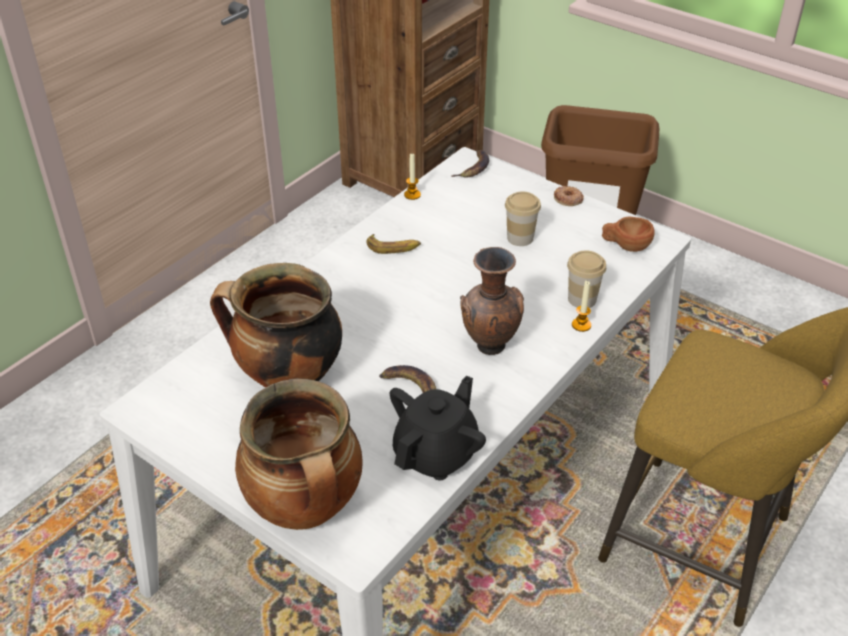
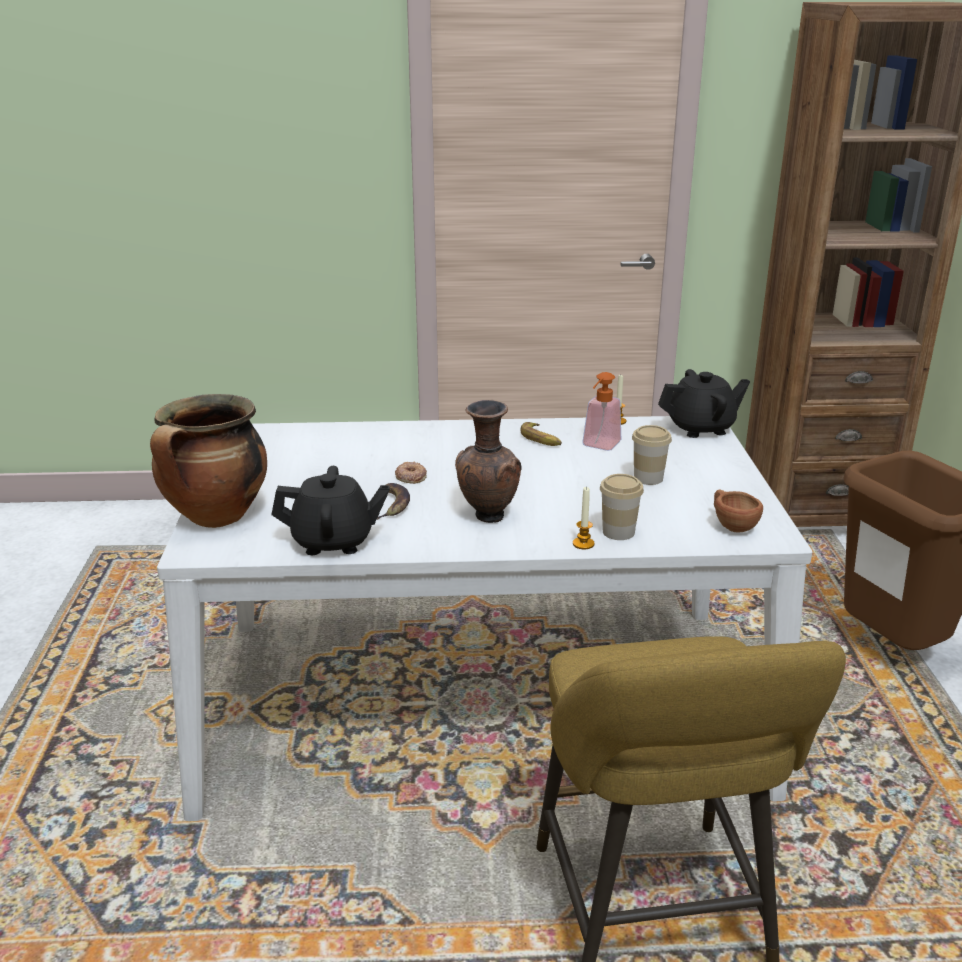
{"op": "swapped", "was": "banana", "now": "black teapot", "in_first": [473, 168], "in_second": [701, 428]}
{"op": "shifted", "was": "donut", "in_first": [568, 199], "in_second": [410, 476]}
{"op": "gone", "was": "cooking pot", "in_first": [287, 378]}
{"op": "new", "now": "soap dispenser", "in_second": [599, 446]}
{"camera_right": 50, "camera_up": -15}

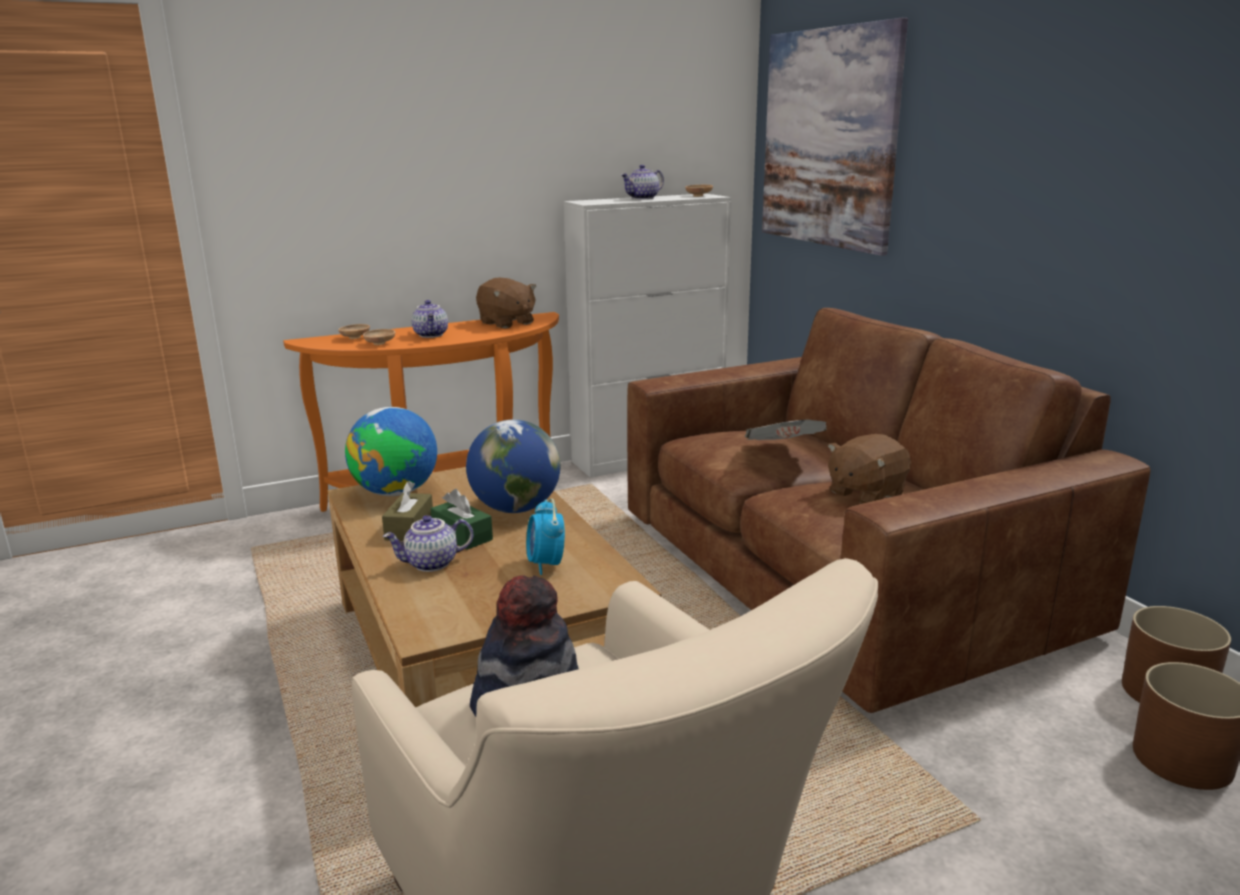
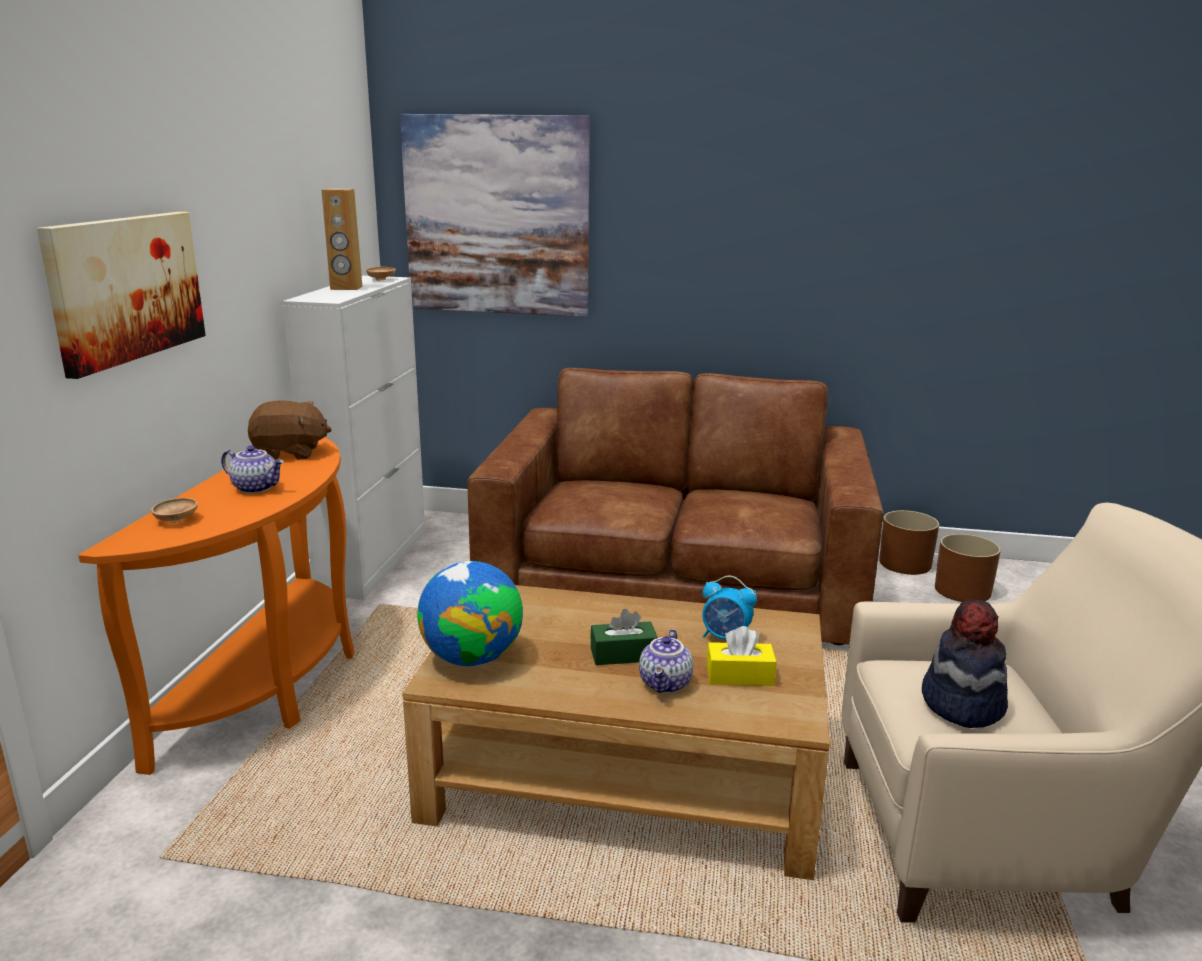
{"op": "swapped", "was": "teapot", "now": "brown speaker", "in_first": [643, 198], "in_second": [346, 288]}
{"op": "gone", "was": "brown bowl", "in_first": [380, 344]}
{"op": "gone", "was": "globe", "in_first": [515, 509]}
{"op": "gone", "was": "newspaper", "in_first": [783, 453]}
{"op": "gone", "was": "brown plush toy", "in_first": [865, 494]}
{"op": "gone", "was": "brown tissue box", "in_first": [409, 528]}
{"op": "new", "now": "picture", "in_second": [126, 288]}
{"op": "new", "now": "yellow tissue box", "in_second": [739, 676]}
{"camera_right": -55, "camera_up": 0}

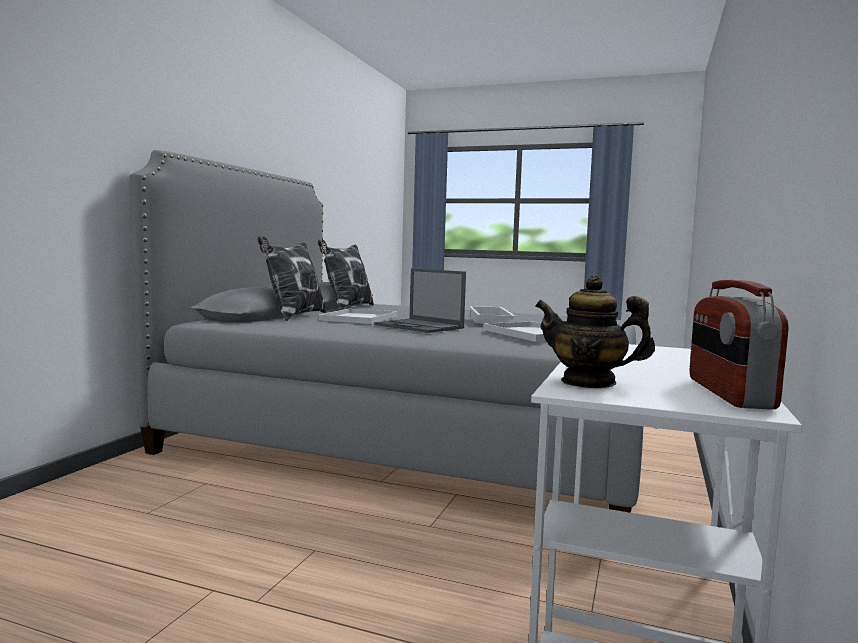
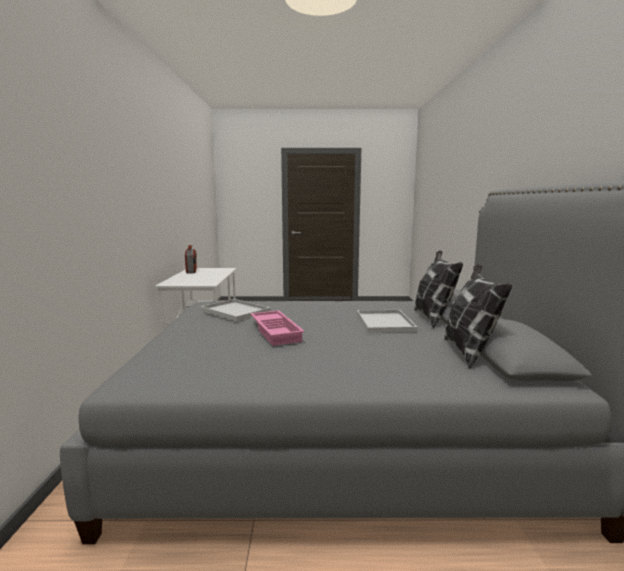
{"op": "gone", "was": "laptop", "in_first": [420, 326]}
{"op": "gone", "was": "teapot", "in_first": [588, 382]}
{"op": "repainted", "was": "white tray", "now": "pink tray", "in_first": [488, 322], "in_second": [277, 332]}
{"camera_right": 160, "camera_up": 5}

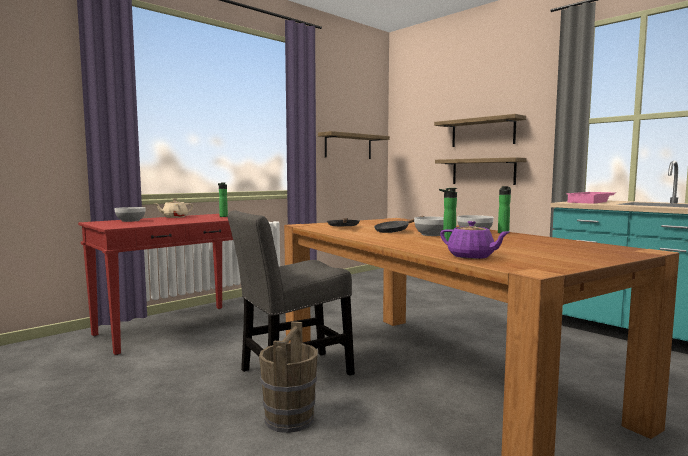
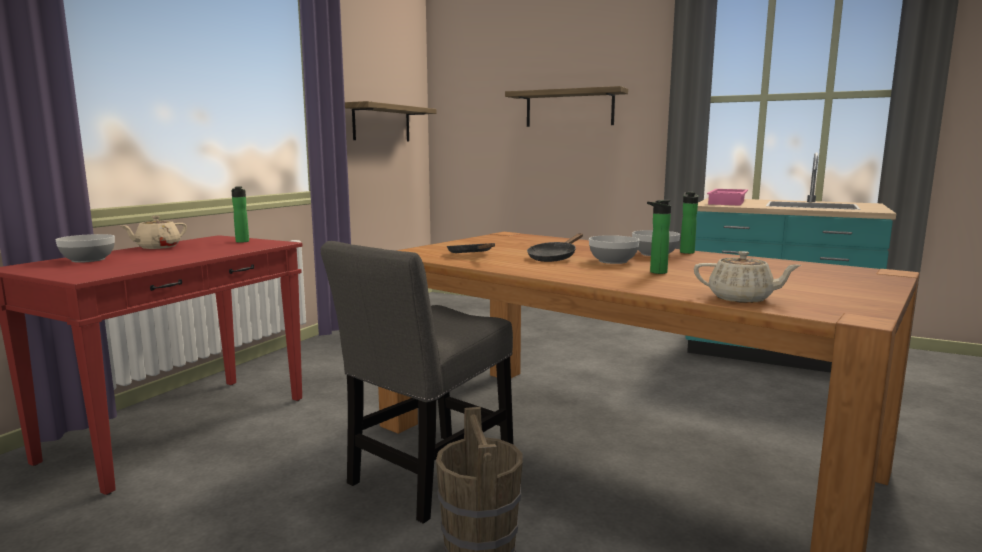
{"op": "gone", "was": "shelf", "in_first": [483, 171]}
{"op": "repainted", "was": "purple teapot", "now": "beige teapot", "in_first": [471, 257], "in_second": [741, 298]}
{"camera_right": -20, "camera_up": 5}

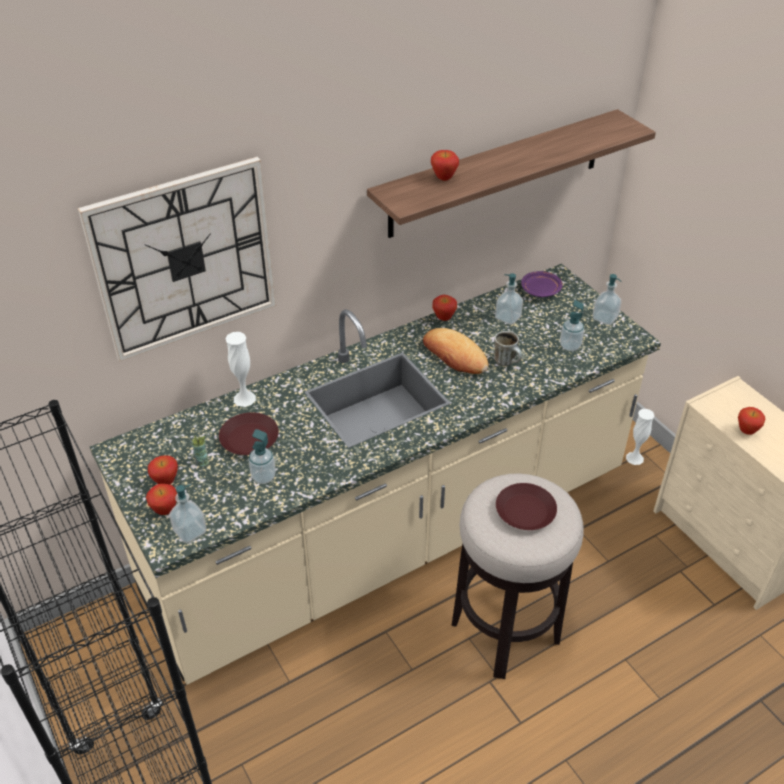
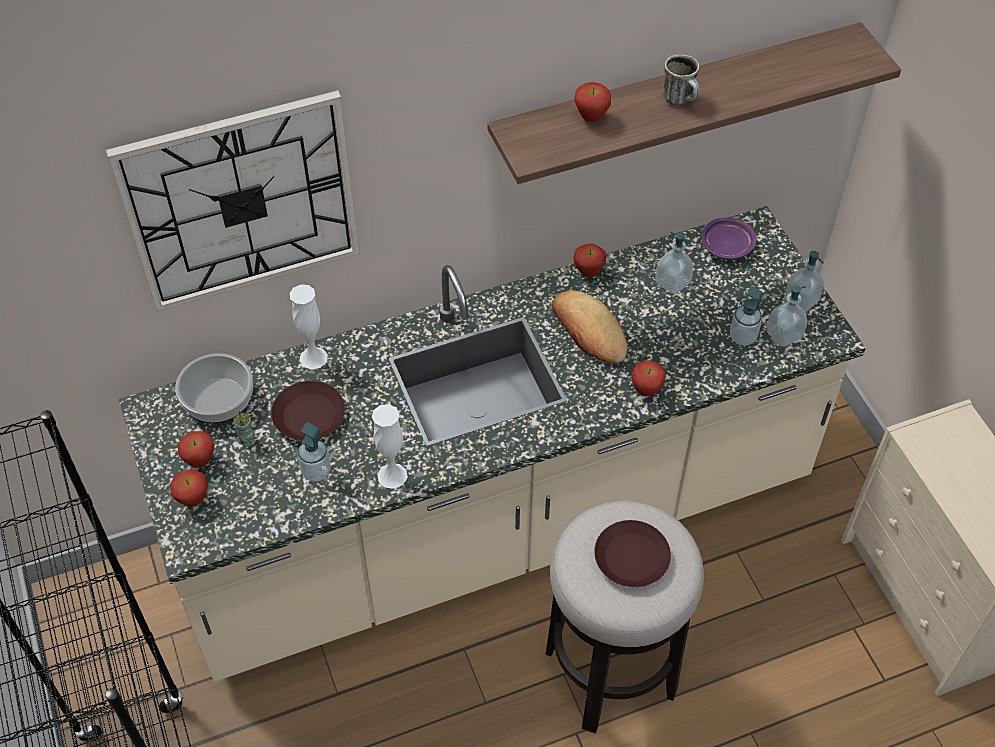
{"op": "shifted", "was": "mug", "in_first": [507, 362], "in_second": [681, 100]}
{"op": "shifted", "was": "apple", "in_first": [746, 431], "in_second": [646, 391]}
{"op": "shifted", "was": "white vase", "in_first": [634, 458], "in_second": [392, 475]}
{"op": "shifted", "was": "soap dispenser", "in_first": [190, 531], "in_second": [784, 334]}
{"op": "new", "now": "bowl", "in_second": [217, 399]}
{"camera_right": 10, "camera_up": 10}

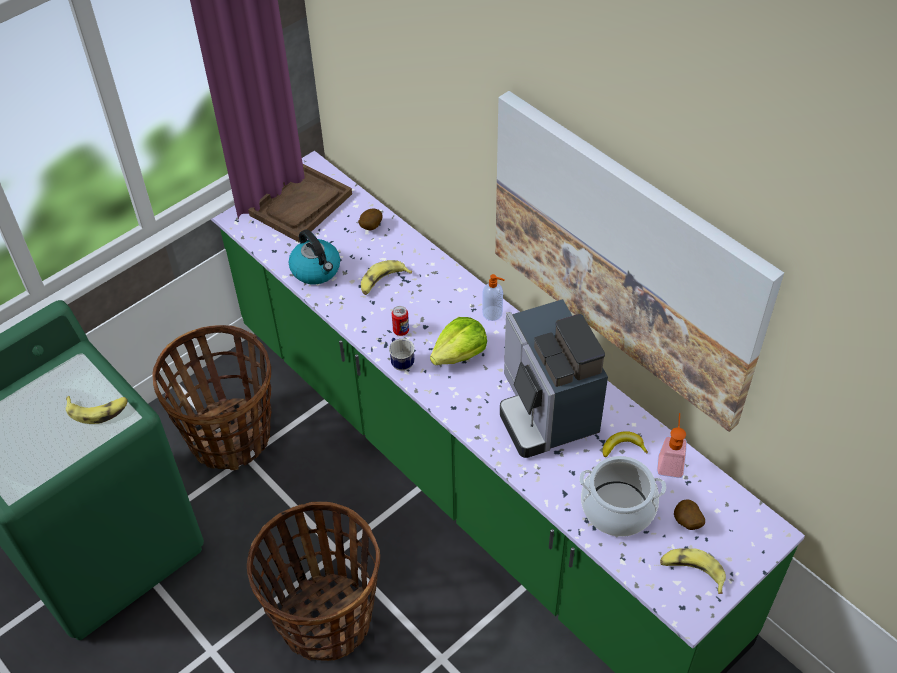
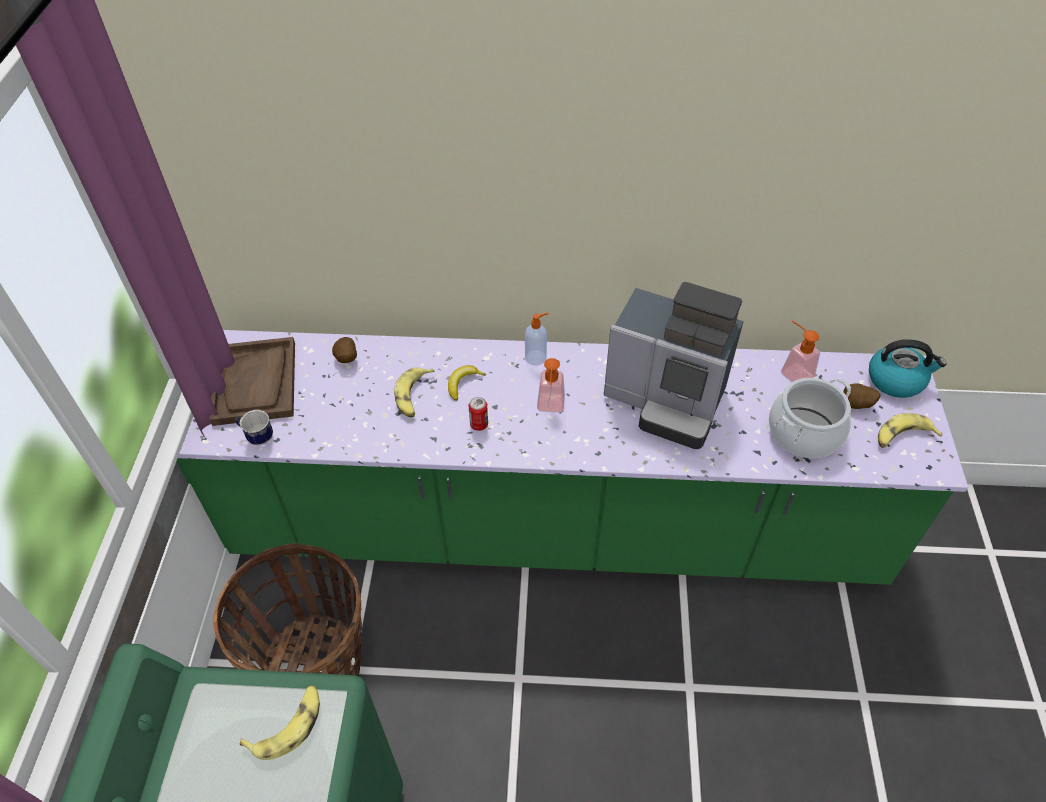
{"op": "gone", "was": "picture", "in_first": [624, 258]}
{"op": "shifted", "was": "kettle", "in_first": [316, 270], "in_second": [896, 380]}
{"op": "swapped", "was": "lettuce", "now": "soap dispenser", "in_first": [460, 354], "in_second": [550, 407]}
{"op": "shifted", "was": "mug", "in_first": [401, 362], "in_second": [257, 437]}
{"op": "shifted", "was": "banana", "in_first": [623, 447], "in_second": [463, 384]}
{"op": "gone", "was": "basket", "in_first": [325, 618]}
{"camera_right": -45, "camera_up": 0}

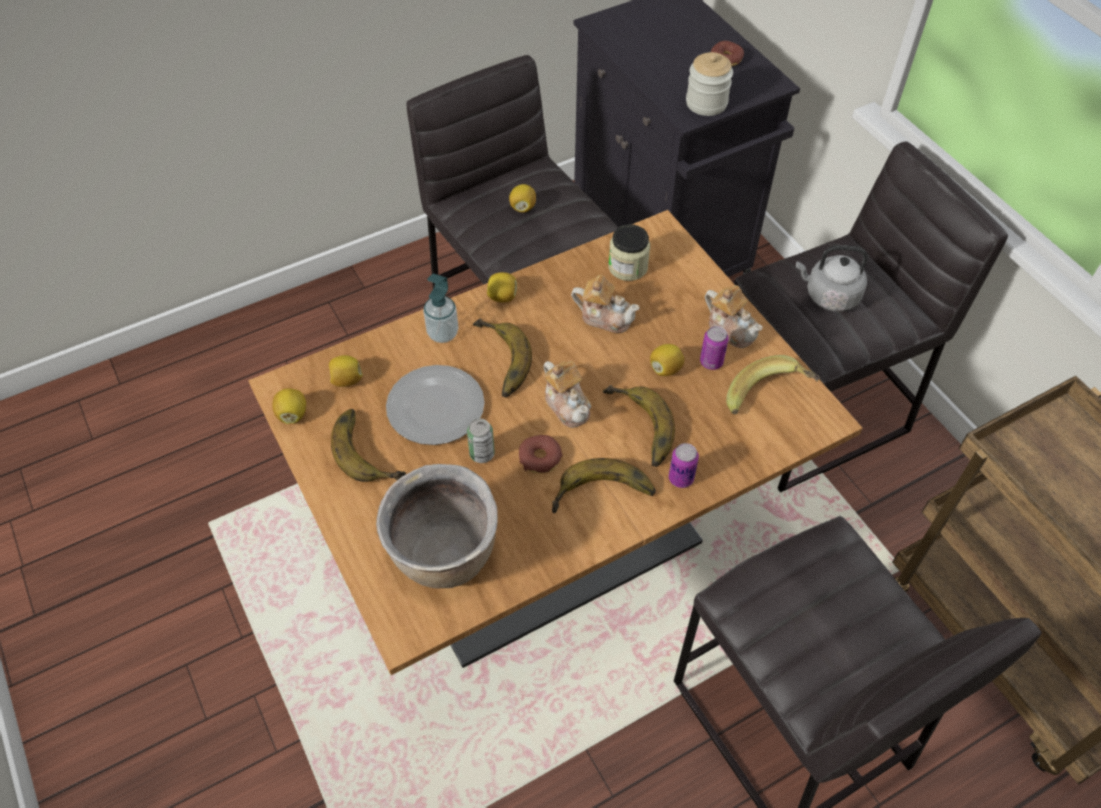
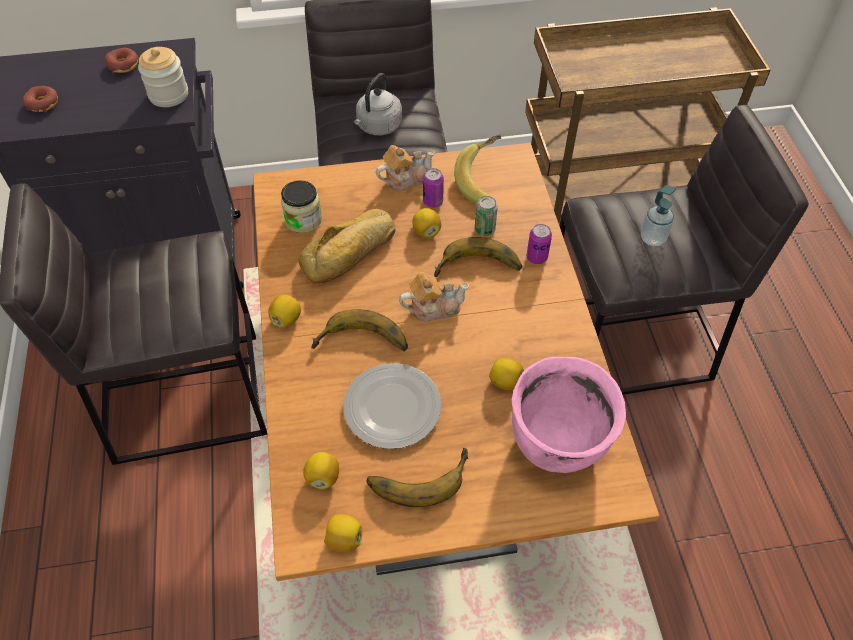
{"op": "shifted", "was": "lemon", "in_first": [522, 207], "in_second": [505, 381]}
{"op": "shifted", "was": "soap dispenser", "in_first": [443, 333], "in_second": [652, 238]}
{"op": "swapped", "was": "teapot", "now": "bread", "in_first": [605, 317], "in_second": [351, 253]}
{"op": "shifted", "was": "can", "in_first": [482, 454], "in_second": [484, 229]}
{"op": "shifted", "was": "donut", "in_first": [540, 458], "in_second": [43, 103]}
{"op": "gone", "was": "banana", "in_first": [603, 498]}
{"op": "repainted", "was": "brown cooking pot", "now": "pink cooking pot", "in_first": [445, 556], "in_second": [558, 442]}
{"camera_right": -70, "camera_up": 0}

